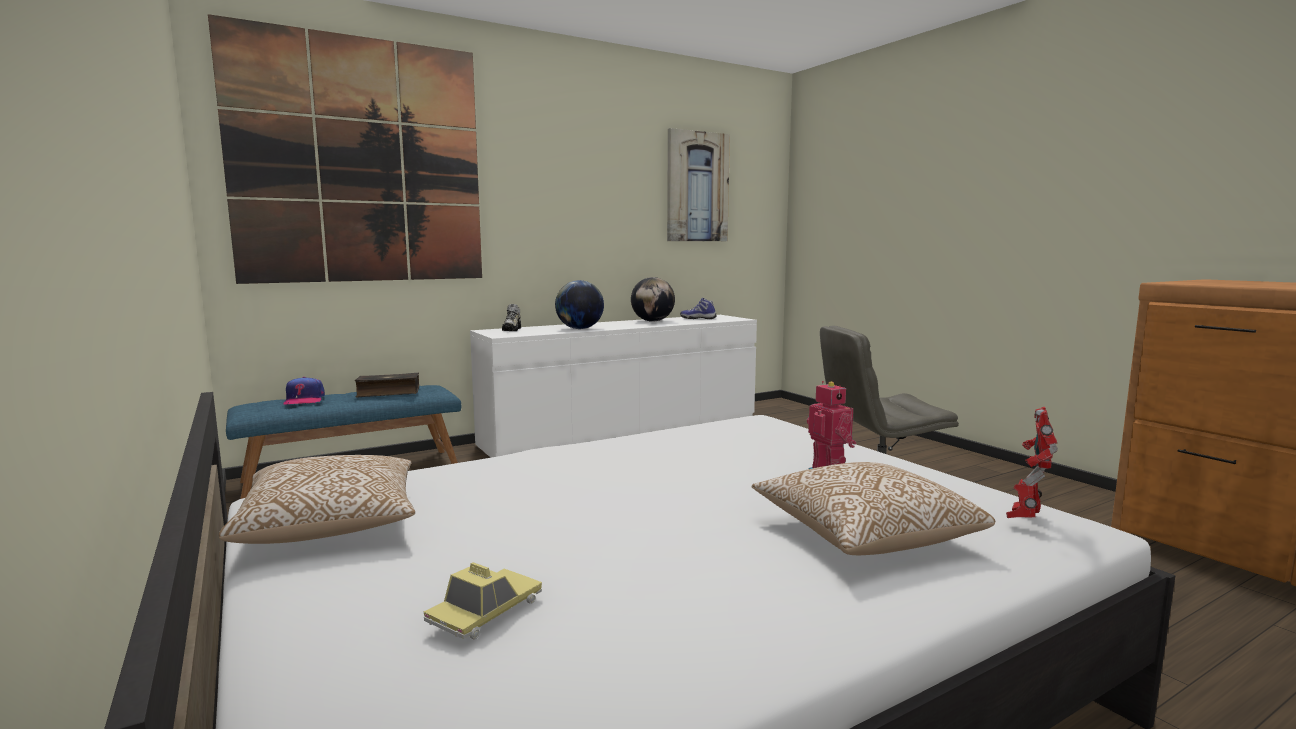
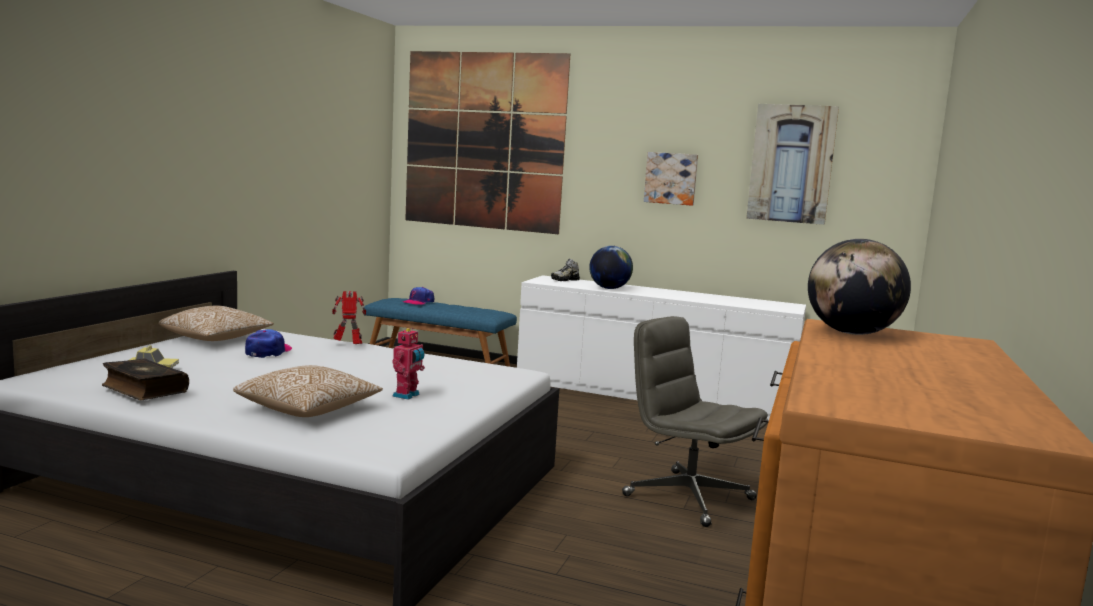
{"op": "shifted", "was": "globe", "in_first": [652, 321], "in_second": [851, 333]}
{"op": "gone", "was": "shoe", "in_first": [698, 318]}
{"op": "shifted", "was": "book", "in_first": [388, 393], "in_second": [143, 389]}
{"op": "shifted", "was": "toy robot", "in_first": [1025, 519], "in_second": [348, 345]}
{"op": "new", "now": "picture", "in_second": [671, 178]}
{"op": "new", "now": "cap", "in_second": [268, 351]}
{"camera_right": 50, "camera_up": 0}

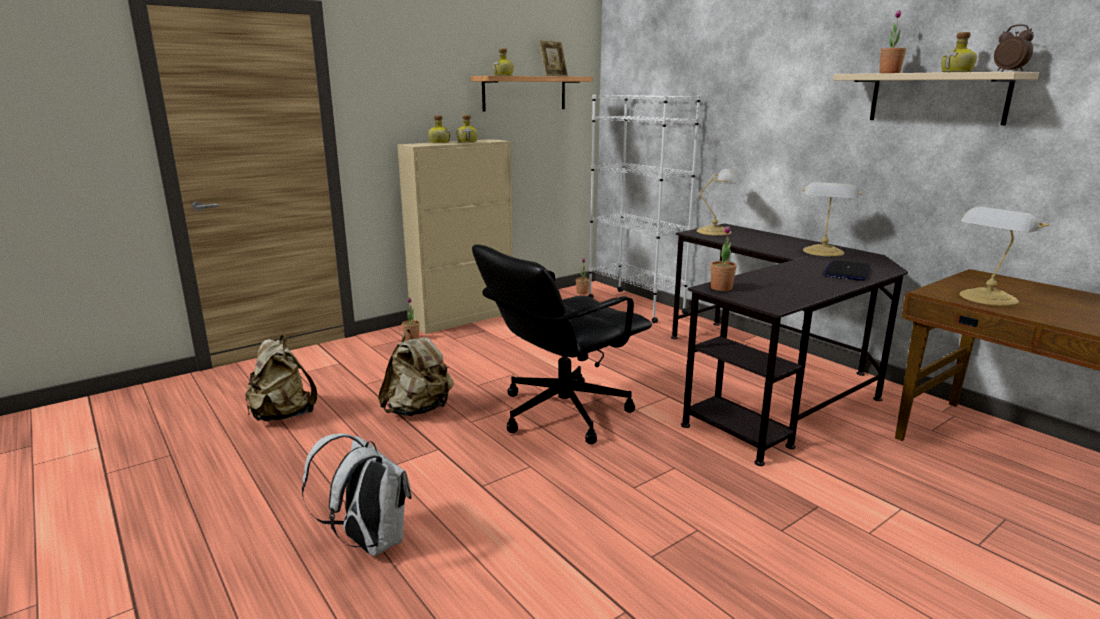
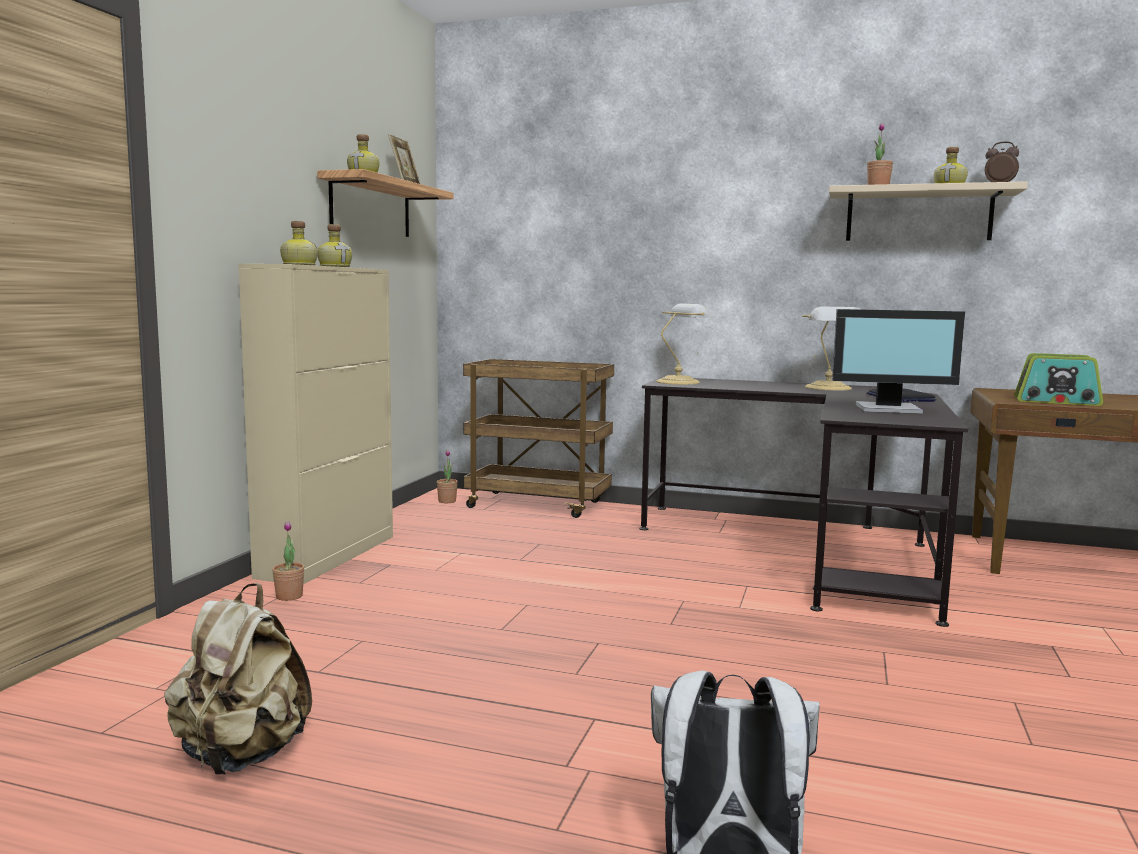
{"op": "swapped", "was": "white bookcase", "now": "brown cart", "in_first": [635, 305], "in_second": [539, 505]}
{"op": "swapped", "was": "table lamp", "now": "radio", "in_first": [987, 298], "in_second": [1057, 401]}
{"op": "gone", "was": "potted plant", "in_first": [721, 288]}
{"op": "gone", "was": "black office chair", "in_first": [561, 412]}
{"op": "gone", "was": "beige backpack", "in_first": [418, 410]}
{"op": "new", "now": "monitor", "in_second": [889, 409]}
{"camera_right": -35, "camera_up": -10}

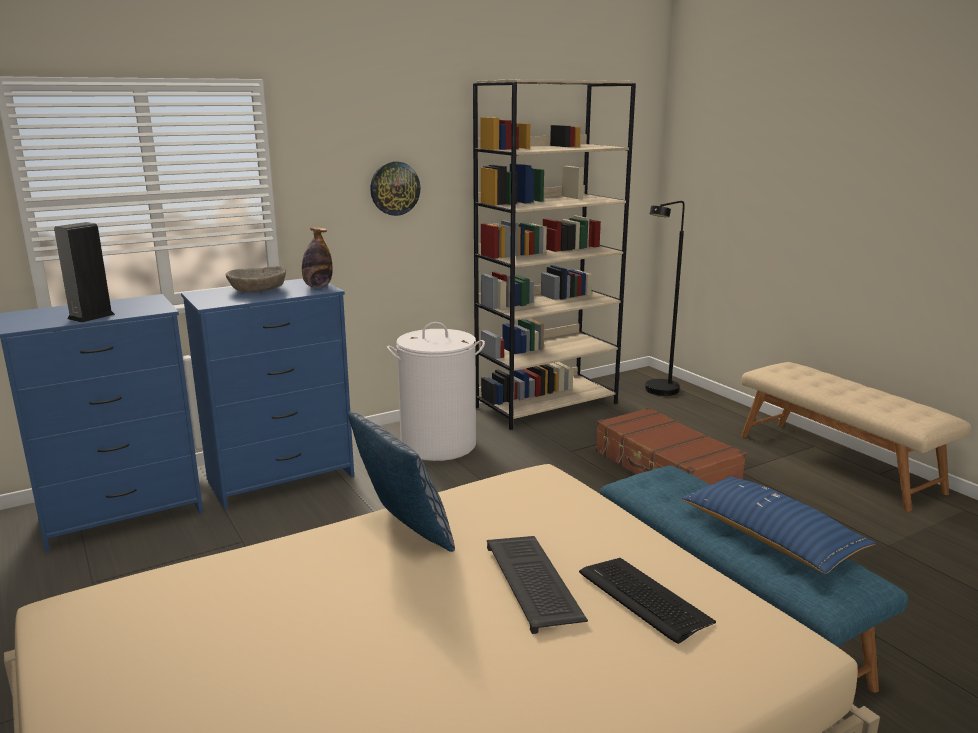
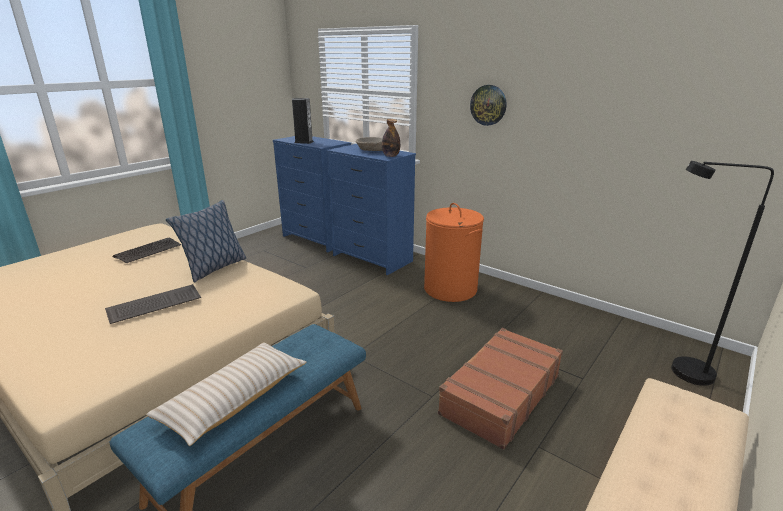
{"op": "gone", "was": "beige bookcase", "in_first": [547, 405]}
{"op": "repainted", "was": "white laundry basket", "now": "orange laundry basket", "in_first": [438, 445], "in_second": [450, 289]}
{"op": "repainted", "was": "blue pillow", "now": "beige pillow", "in_first": [770, 537], "in_second": [234, 399]}
{"op": "shifted", "was": "keyboard", "in_first": [644, 599], "in_second": [148, 251]}
{"camera_right": 70, "camera_up": 5}

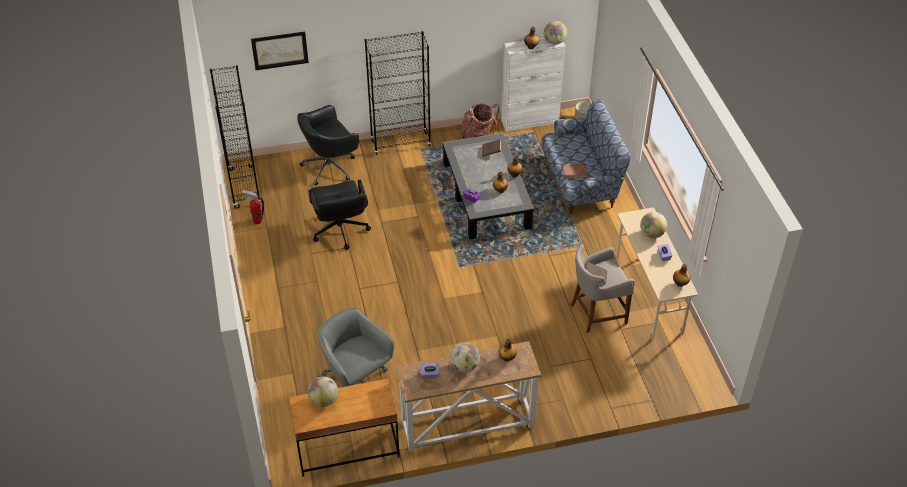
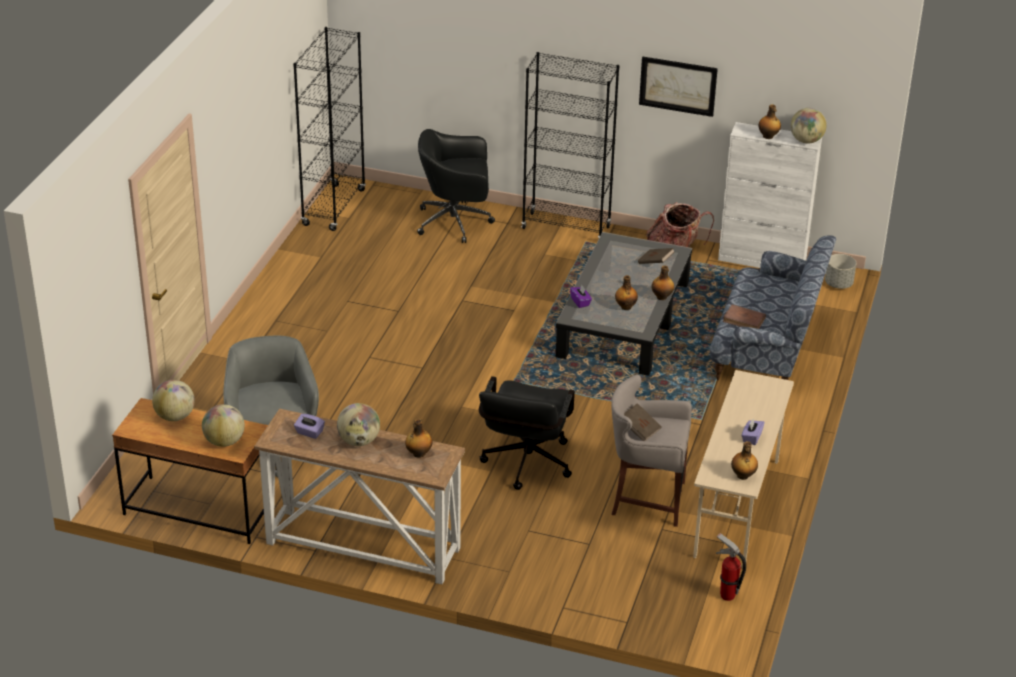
{"op": "shifted", "was": "picture", "in_first": [280, 50], "in_second": [678, 86]}
{"op": "shifted", "was": "black office chair", "in_first": [341, 233], "in_second": [525, 466]}
{"op": "shifted", "was": "fire extinguisher", "in_first": [257, 221], "in_second": [727, 595]}
{"op": "shifted", "was": "globe", "in_first": [651, 234], "in_second": [224, 441]}
{"camera_right": 30, "camera_up": -10}

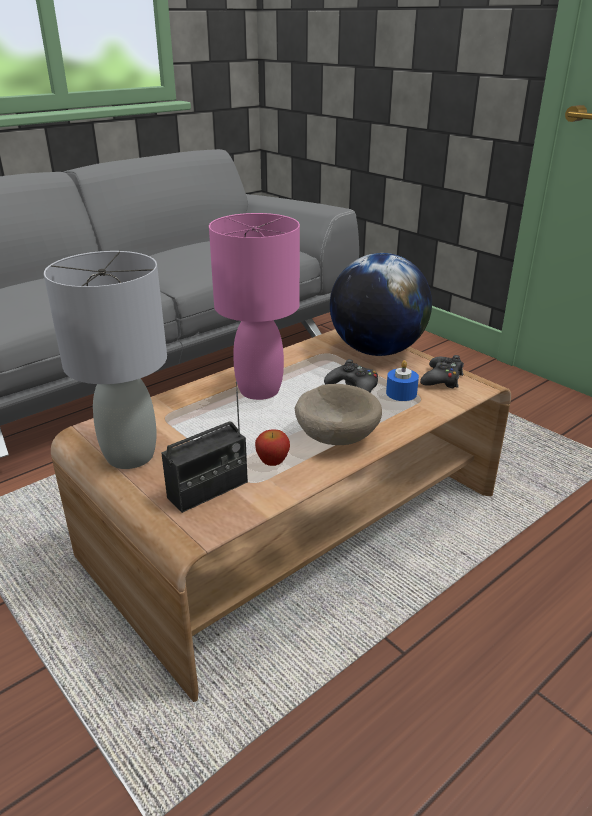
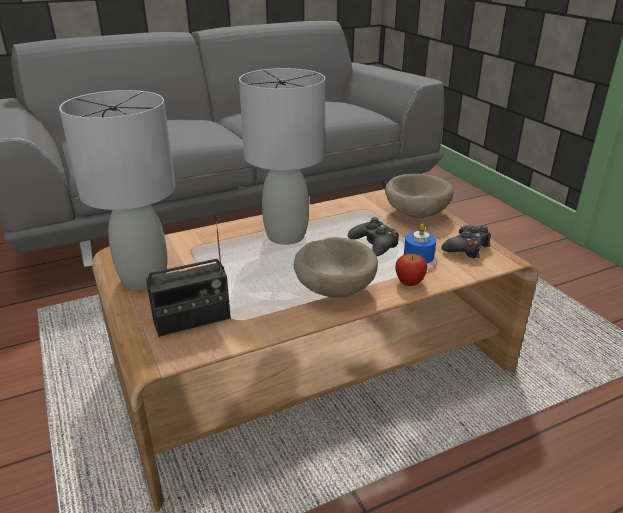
{"op": "repainted", "was": "pink table lamp", "now": "grey table lamp", "in_first": [260, 390], "in_second": [287, 236]}
{"op": "swapped", "was": "globe", "now": "beige bowl", "in_first": [377, 351], "in_second": [415, 213]}
{"op": "shifted", "was": "apple", "in_first": [273, 461], "in_second": [409, 282]}
{"camera_right": 15, "camera_up": 0}

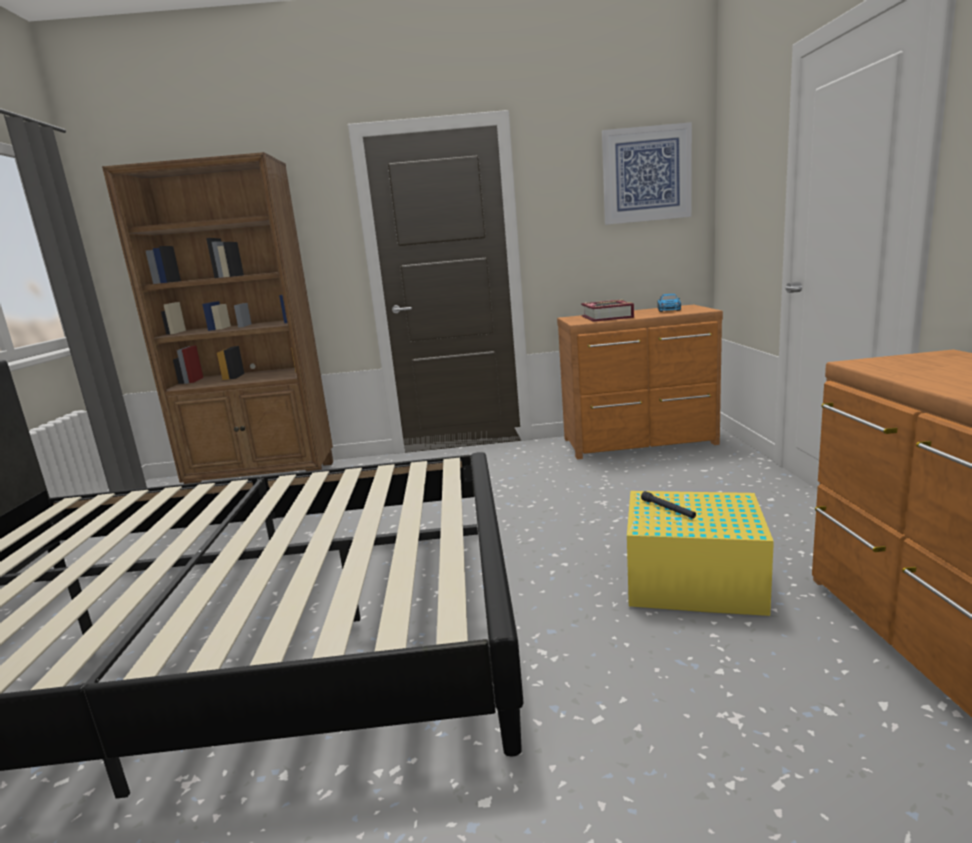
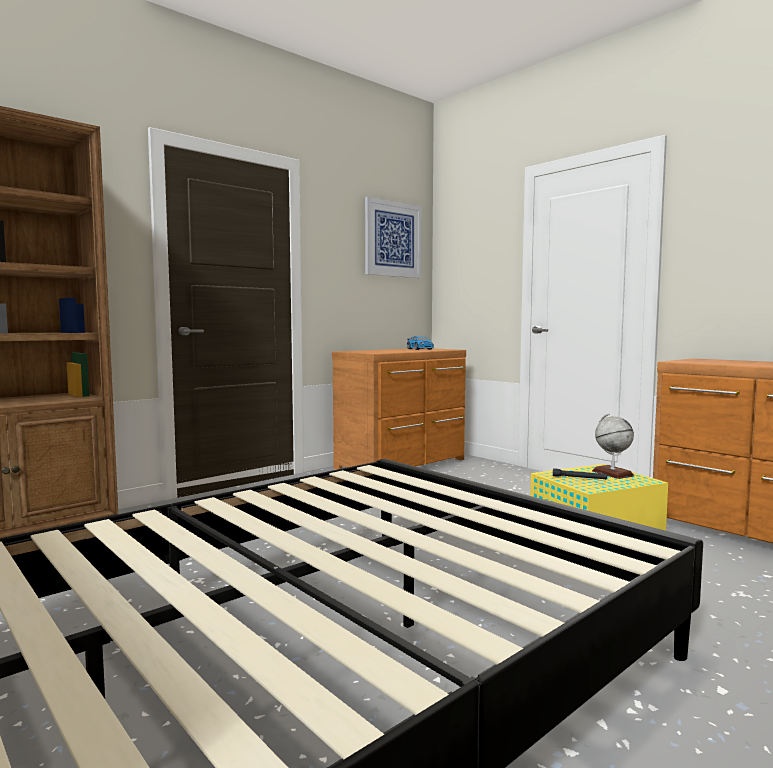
{"op": "gone", "was": "book", "in_first": [607, 317]}
{"op": "new", "now": "globe", "in_second": [612, 473]}
{"camera_right": -40, "camera_up": -10}

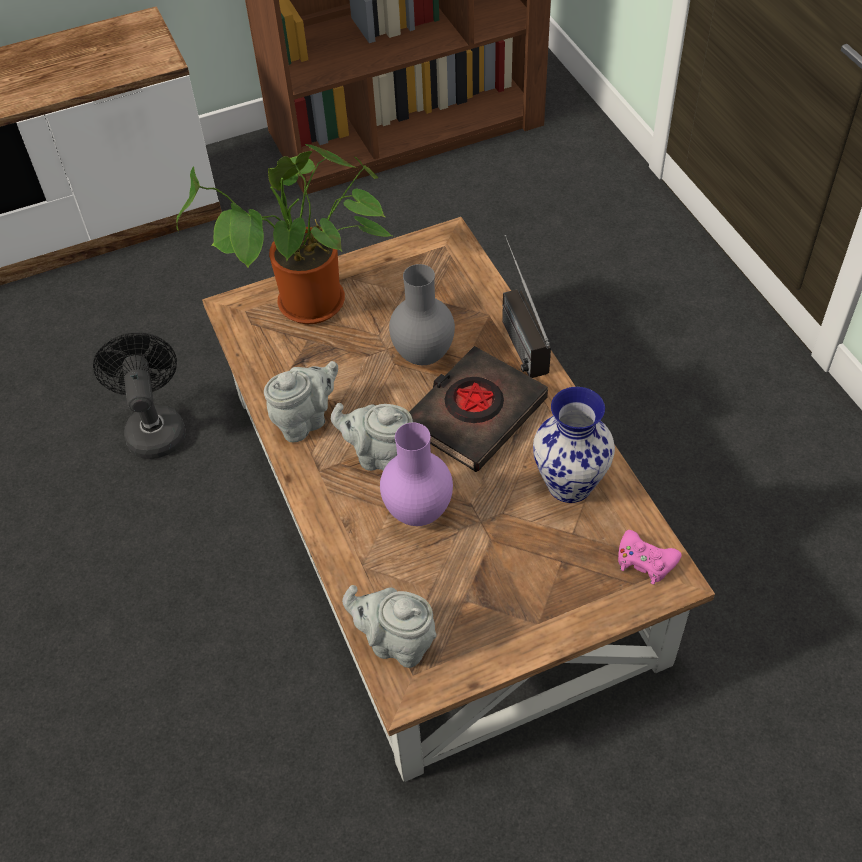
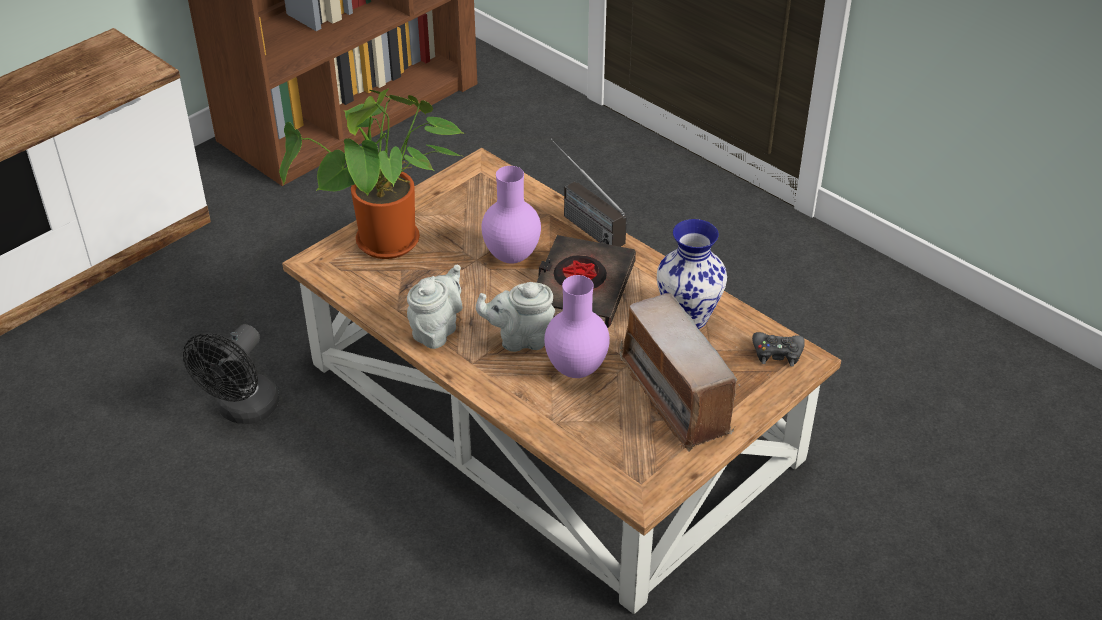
{"op": "repainted", "was": "grey vase", "now": "purple vase", "in_first": [423, 357], "in_second": [512, 258]}
{"op": "rotated", "was": "black fan", "in_first": [154, 427], "in_second": [243, 411], "clockwise": -120}
{"op": "repainted", "was": "pink game controller", "now": "black game controller", "in_first": [645, 561], "in_second": [777, 353]}
{"op": "gone", "was": "grey teapot", "in_first": [396, 643]}
{"op": "new", "now": "radio", "in_second": [676, 396]}
{"camera_right": -25, "camera_up": -10}

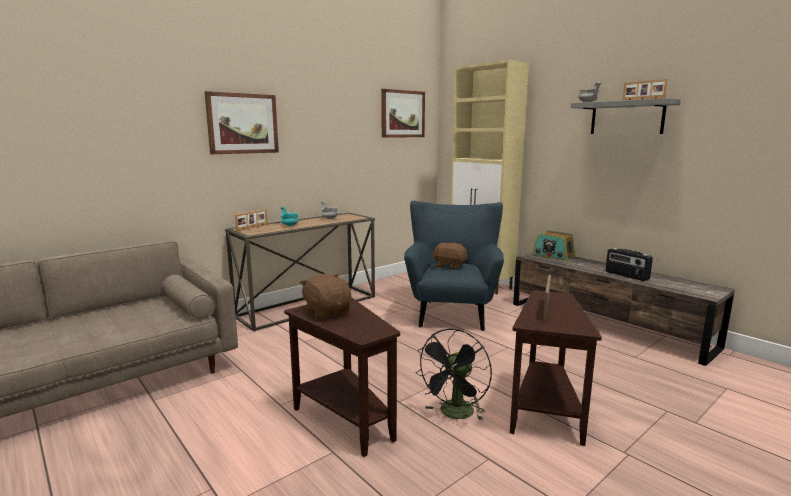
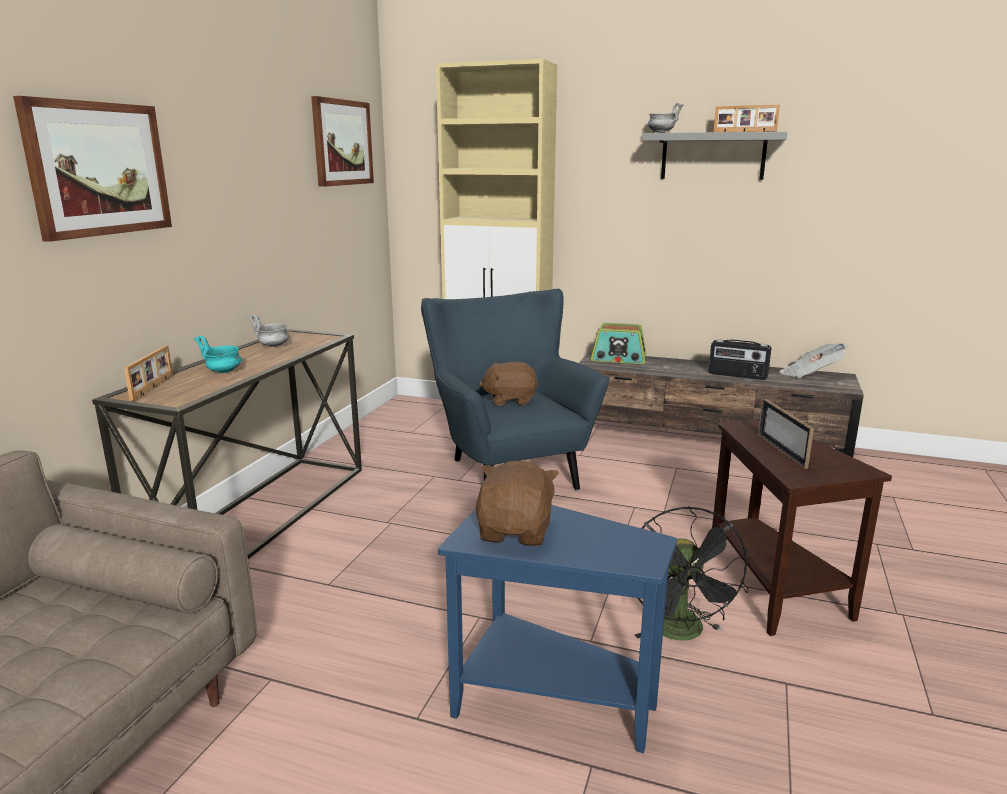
{"op": "rotated", "was": "brown plush toy", "in_first": [327, 312], "in_second": [516, 531], "clockwise": 75}
{"op": "repainted", "was": "brown side table", "now": "blue side table", "in_first": [345, 418], "in_second": [548, 700]}
{"op": "new", "now": "newspaper", "in_second": [810, 375]}
{"camera_right": -30, "camera_up": 5}

